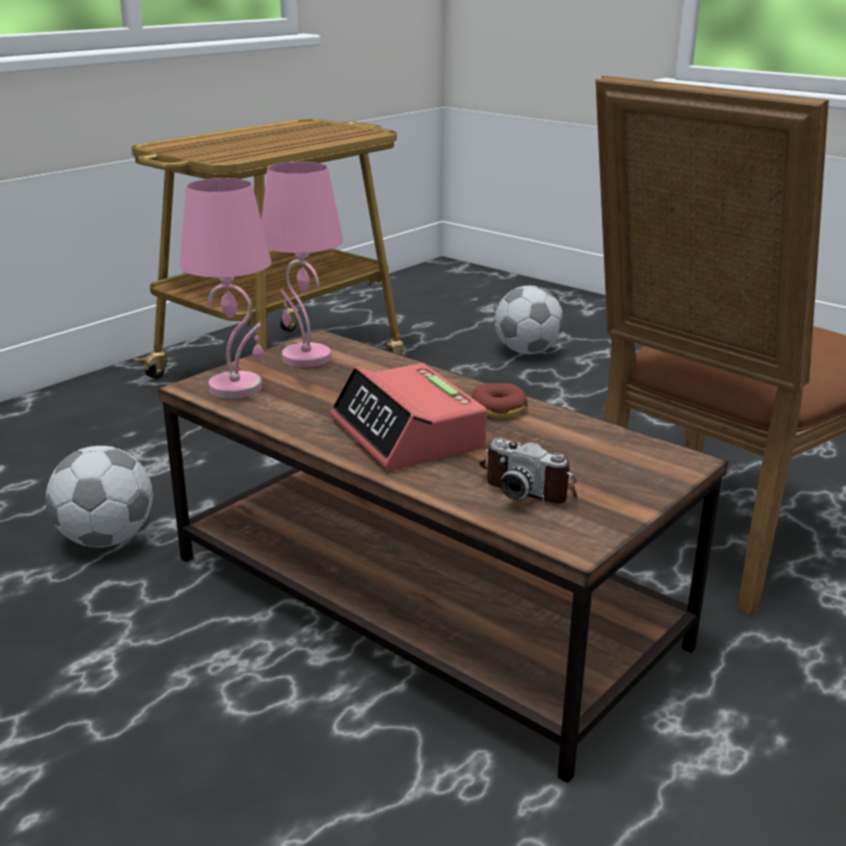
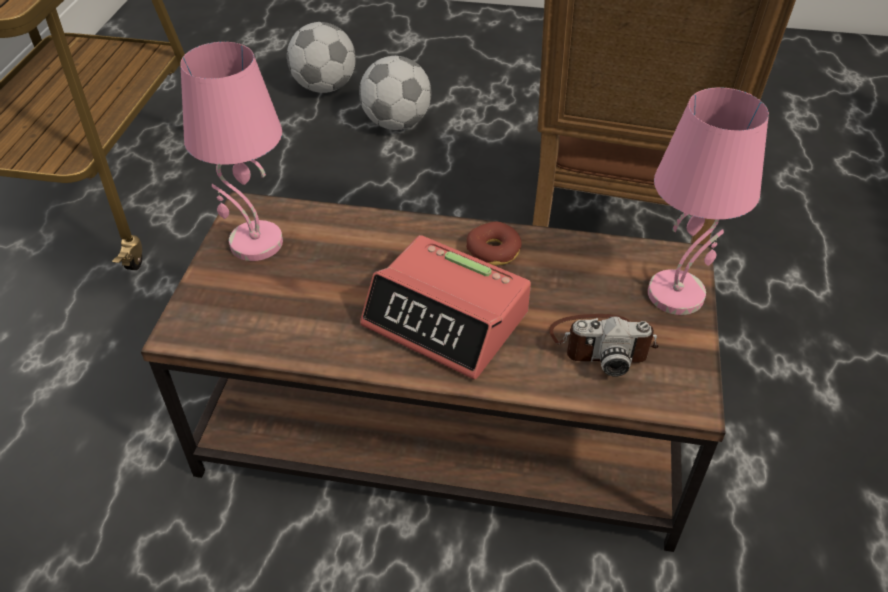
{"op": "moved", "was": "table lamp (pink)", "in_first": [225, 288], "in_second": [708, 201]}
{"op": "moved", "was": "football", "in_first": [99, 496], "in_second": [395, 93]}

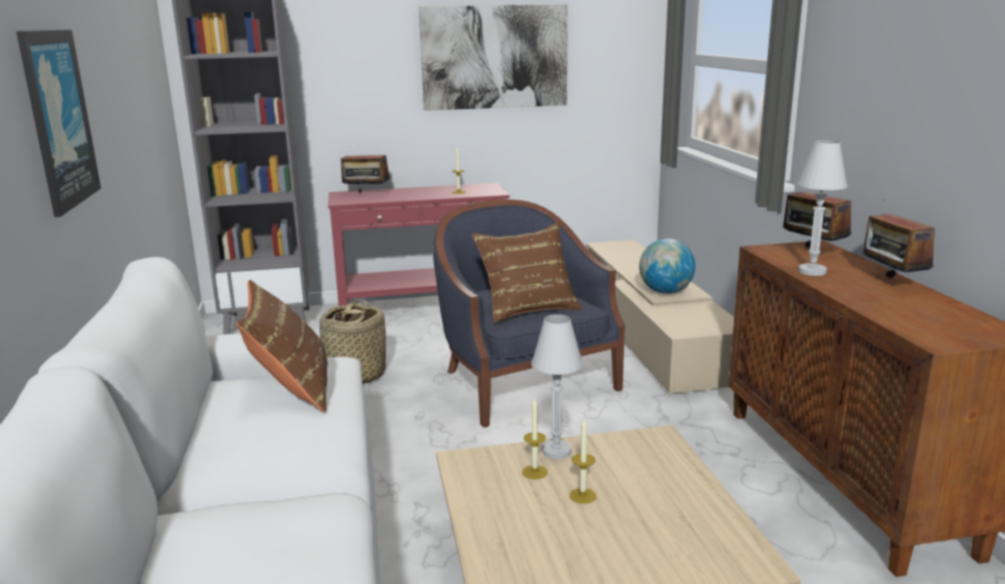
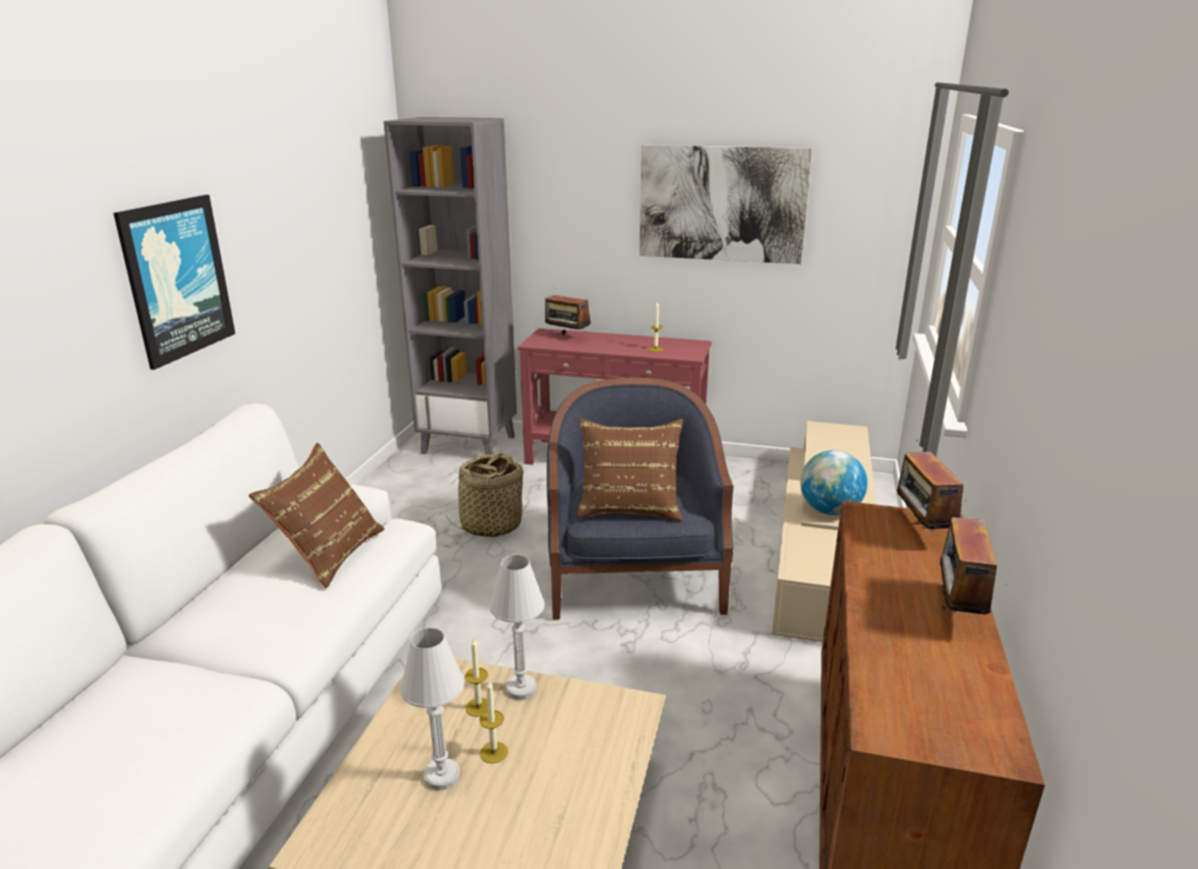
{"op": "moved", "was": "table lamp (white)", "in_first": [822, 208], "in_second": [432, 709]}

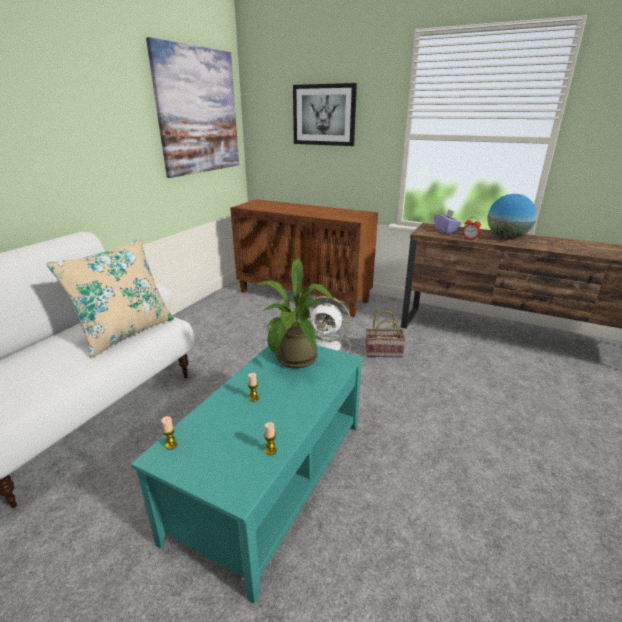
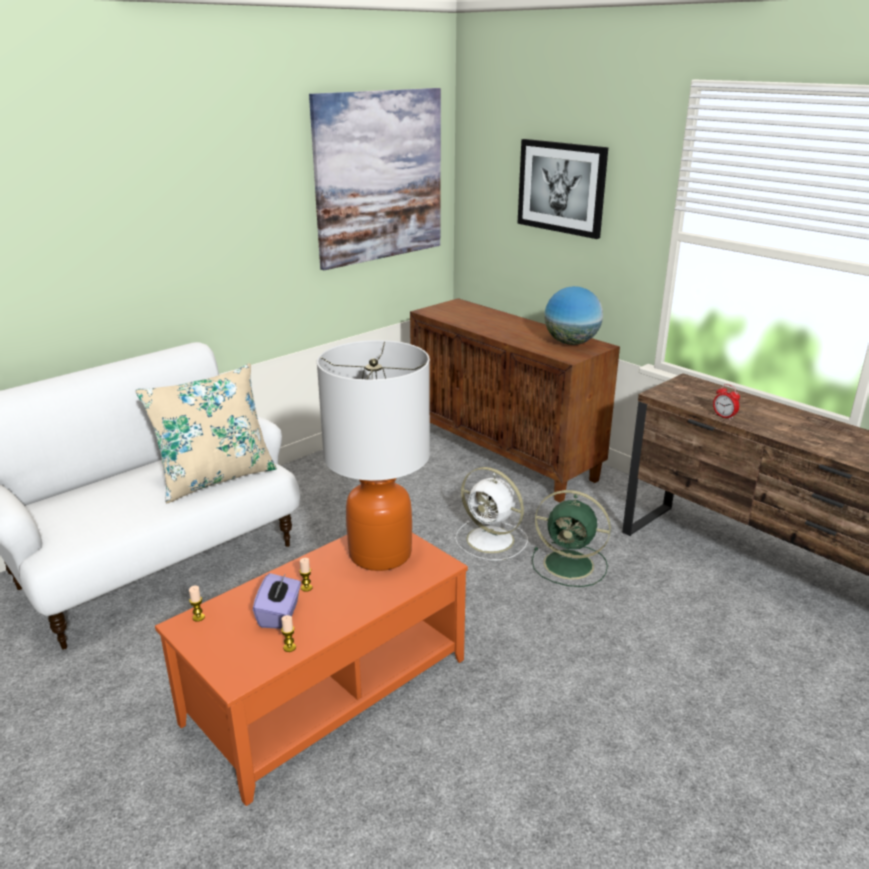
{"op": "moved", "was": "globe", "in_first": [512, 216], "in_second": [573, 315]}
{"op": "moved", "was": "tissue box (purple)", "in_first": [447, 221], "in_second": [277, 601]}
{"op": "replaced", "was": "potted plant", "now": "table lamp", "in_first": [294, 313], "in_second": [373, 455]}
{"op": "replaced", "was": "basket", "now": "fan (green)", "in_first": [385, 334], "in_second": [571, 538]}
{"op": "recoloured", "was": "coffee table (turquoise)", "now": "coffee table (orange)", "in_first": [247, 474], "in_second": [311, 669]}

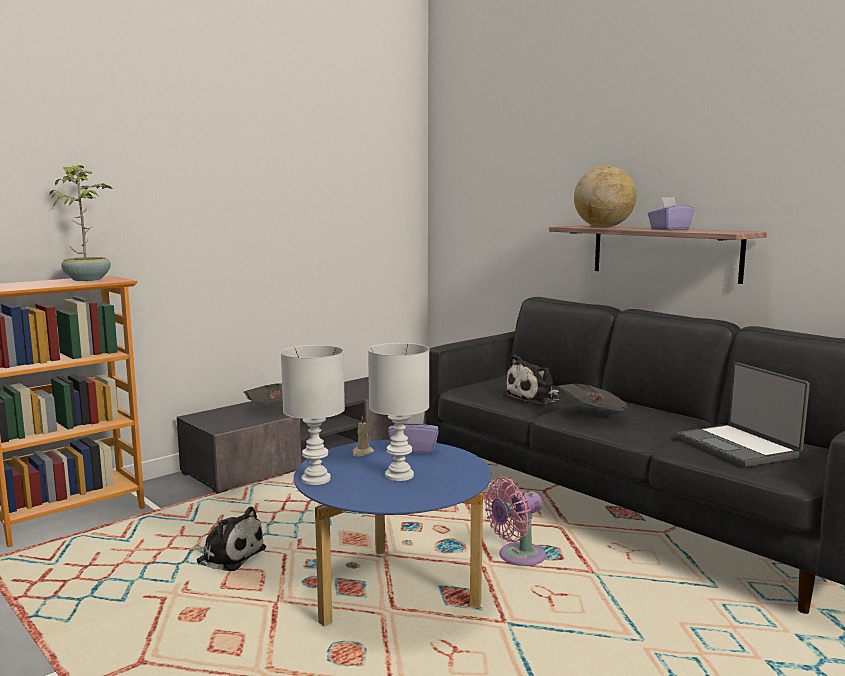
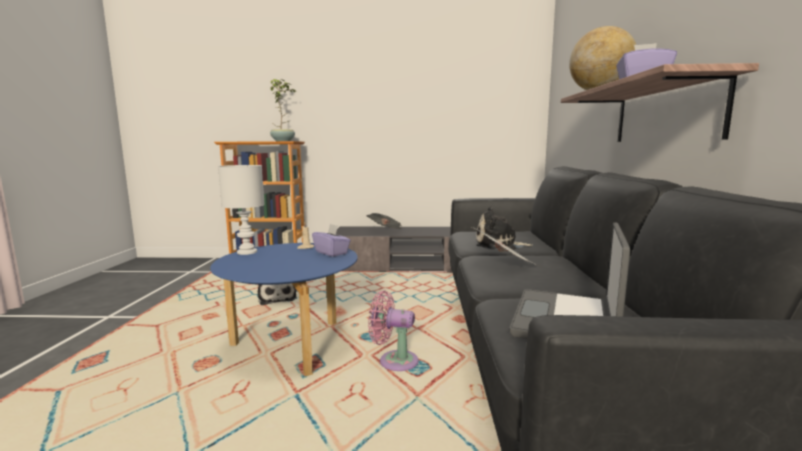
{"op": "removed", "was": "table lamp (white)", "in_first": [398, 412]}

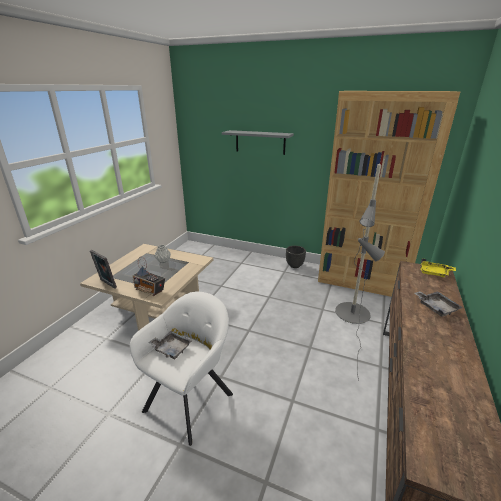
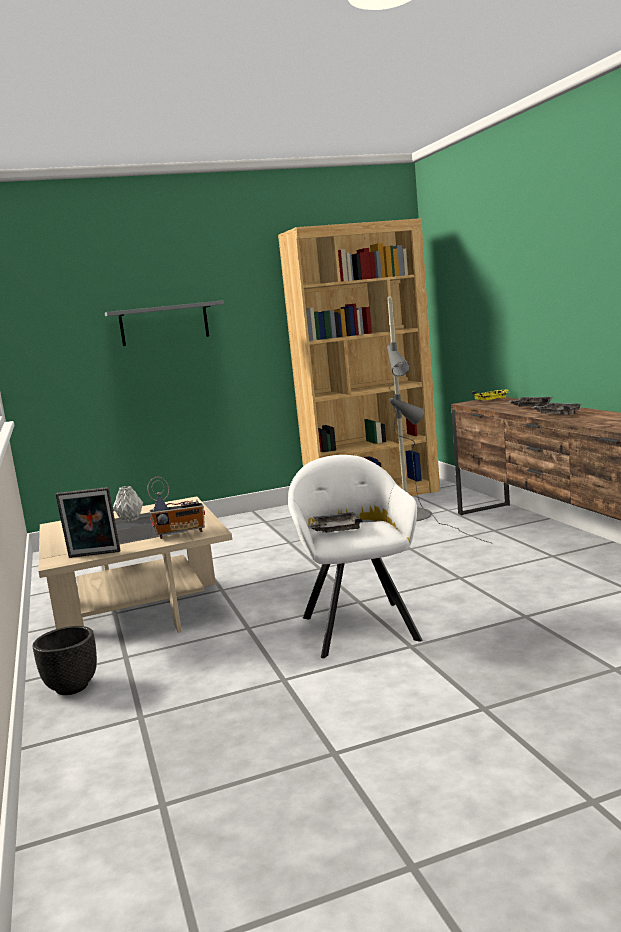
{"op": "moved", "was": "planter (black)", "in_first": [296, 257], "in_second": [65, 660]}
{"op": "added", "now": "tray (grey)", "in_second": [556, 409]}

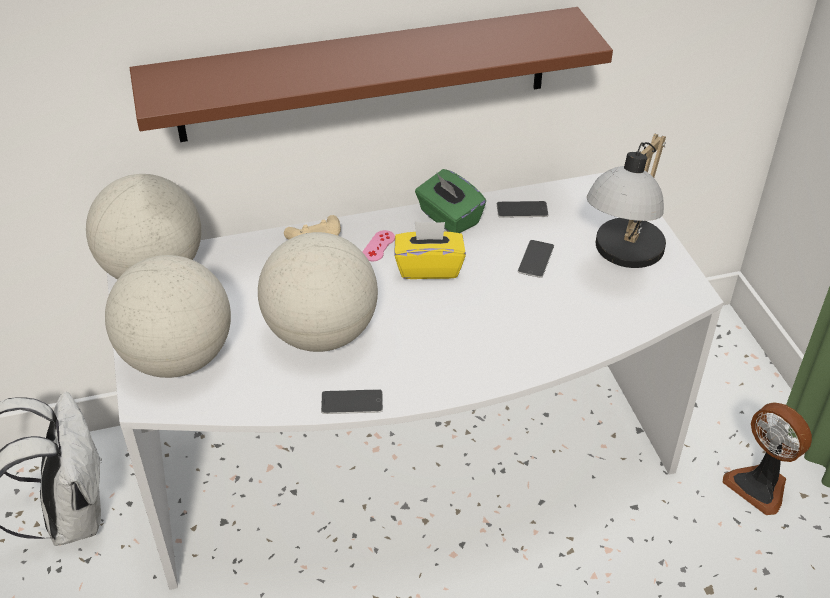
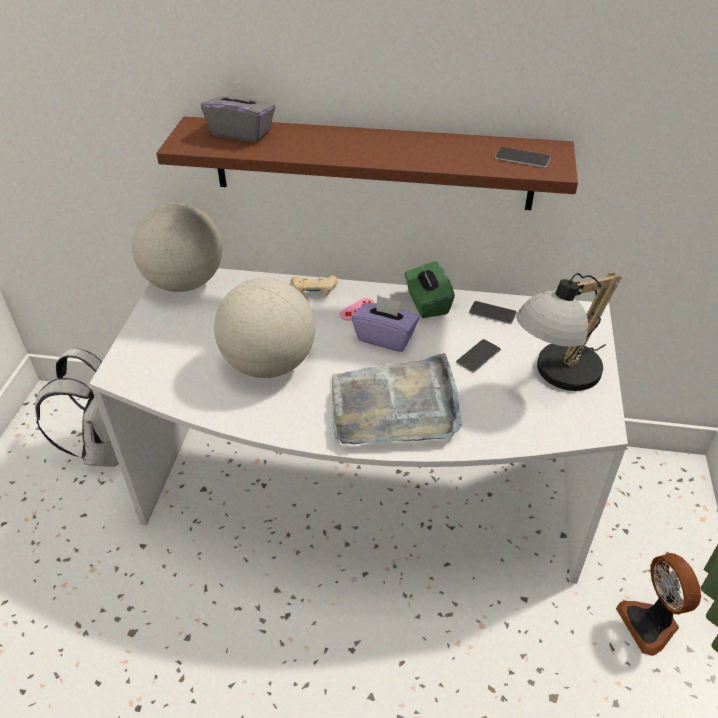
{"op": "recoloured", "was": "tissue box (yellow)", "now": "tissue box (purple)", "in_first": [430, 250], "in_second": [385, 323]}
{"op": "removed", "was": "globe", "in_first": [168, 316]}
{"op": "moved", "was": "phone", "in_first": [352, 401], "in_second": [523, 157]}
{"op": "added", "now": "tissue box (grey)", "in_second": [238, 111]}
{"op": "added", "now": "tray (grey)", "in_second": [397, 398]}

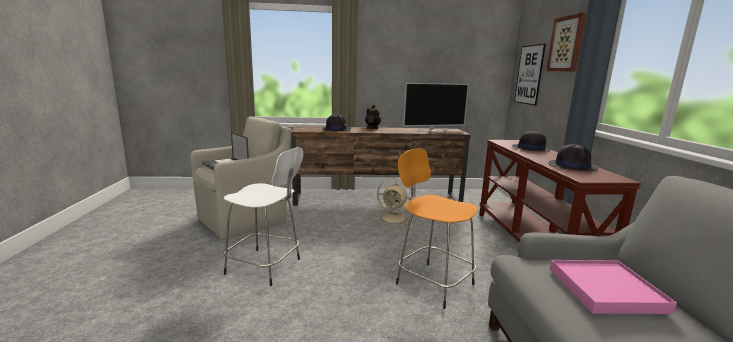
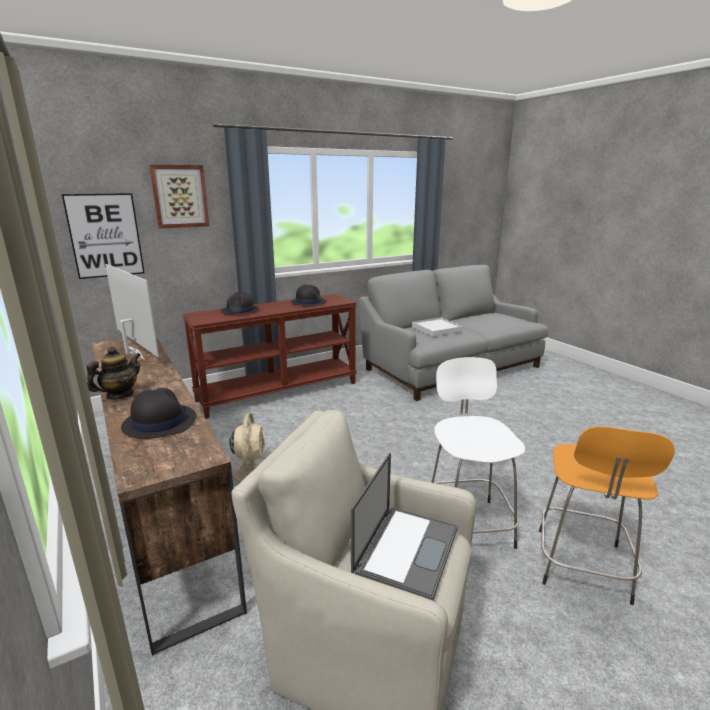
{"op": "moved", "was": "stool (orange)", "in_first": [437, 228], "in_second": [607, 515]}
{"op": "recoloured", "was": "tray (pink)", "now": "tray (white)", "in_first": [613, 287], "in_second": [437, 327]}

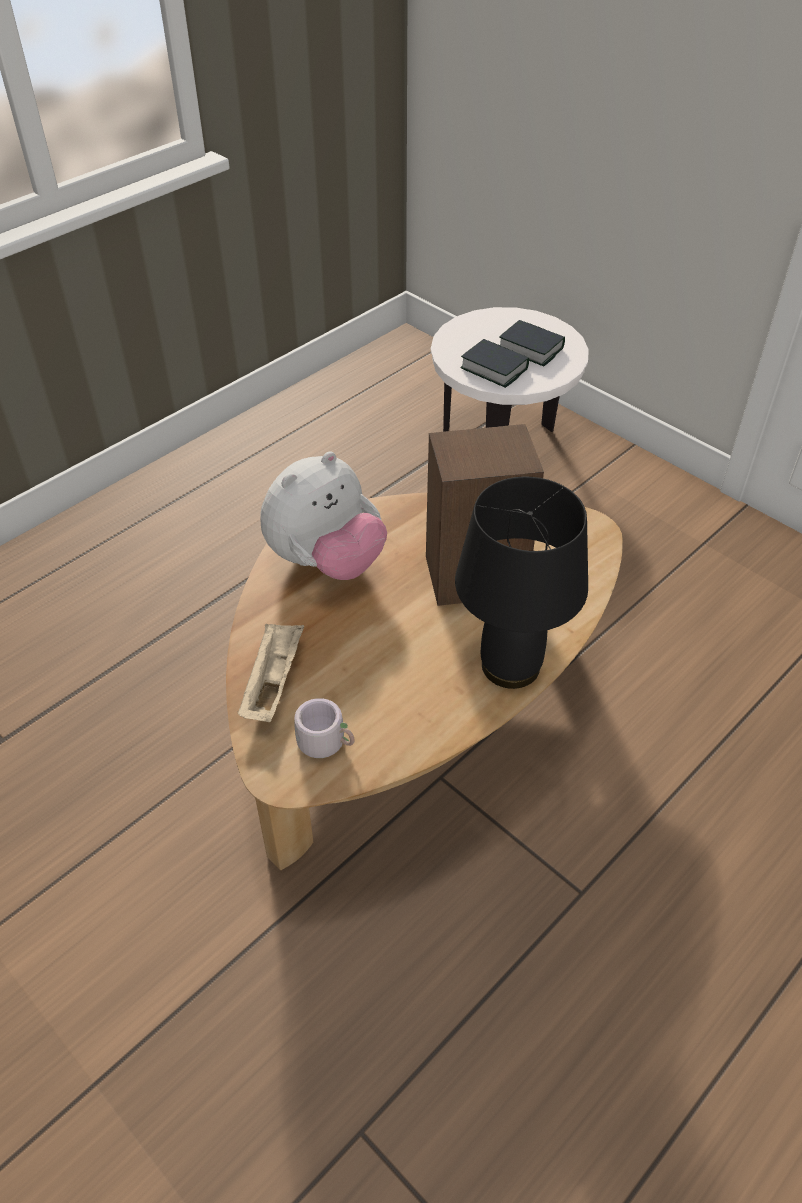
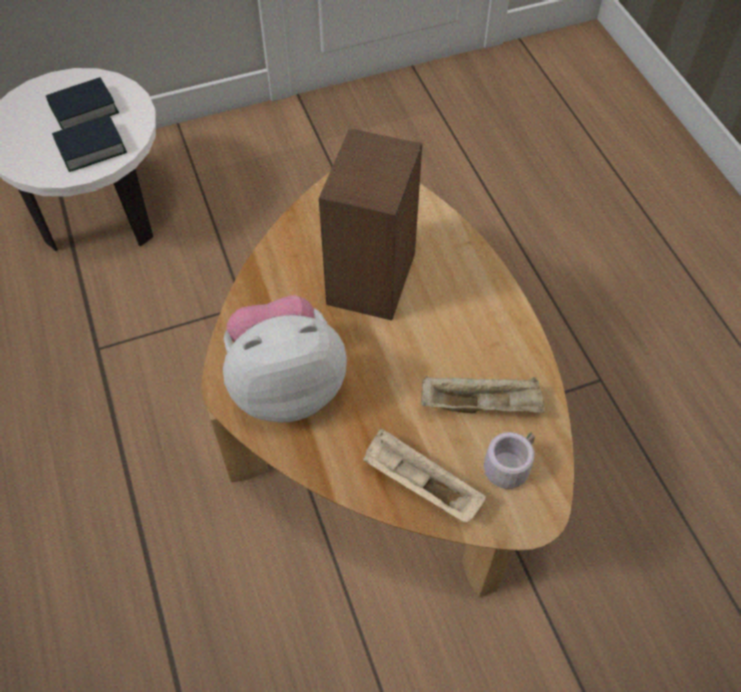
{"op": "turned", "was": "plush toy", "in_first": [323, 515], "in_second": [285, 359], "clockwise": -90}
{"op": "removed", "was": "table lamp (black)", "in_first": [521, 582]}
{"op": "added", "now": "tray (beige)", "in_second": [483, 395]}

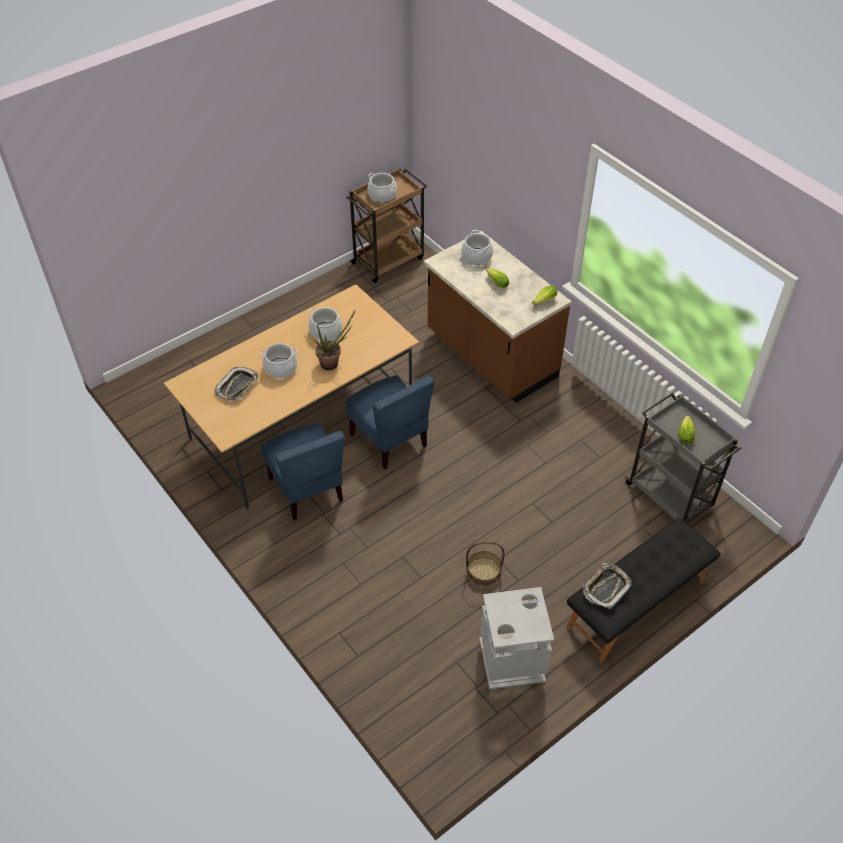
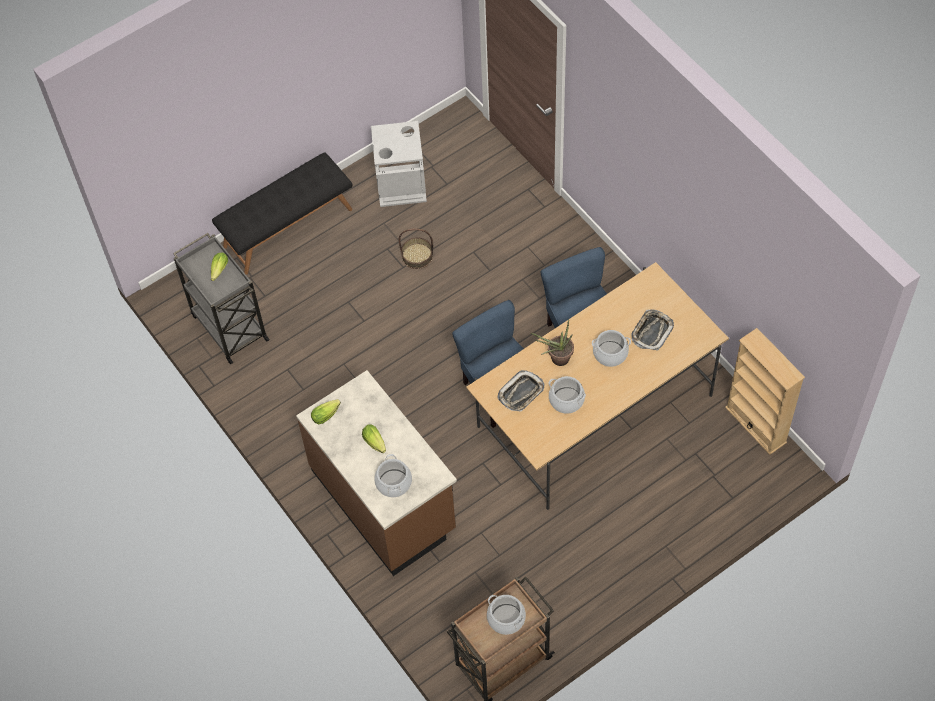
{"op": "moved", "was": "tray", "in_first": [607, 586], "in_second": [521, 391]}
{"op": "added", "now": "bookcase (beige)", "in_second": [765, 391]}

